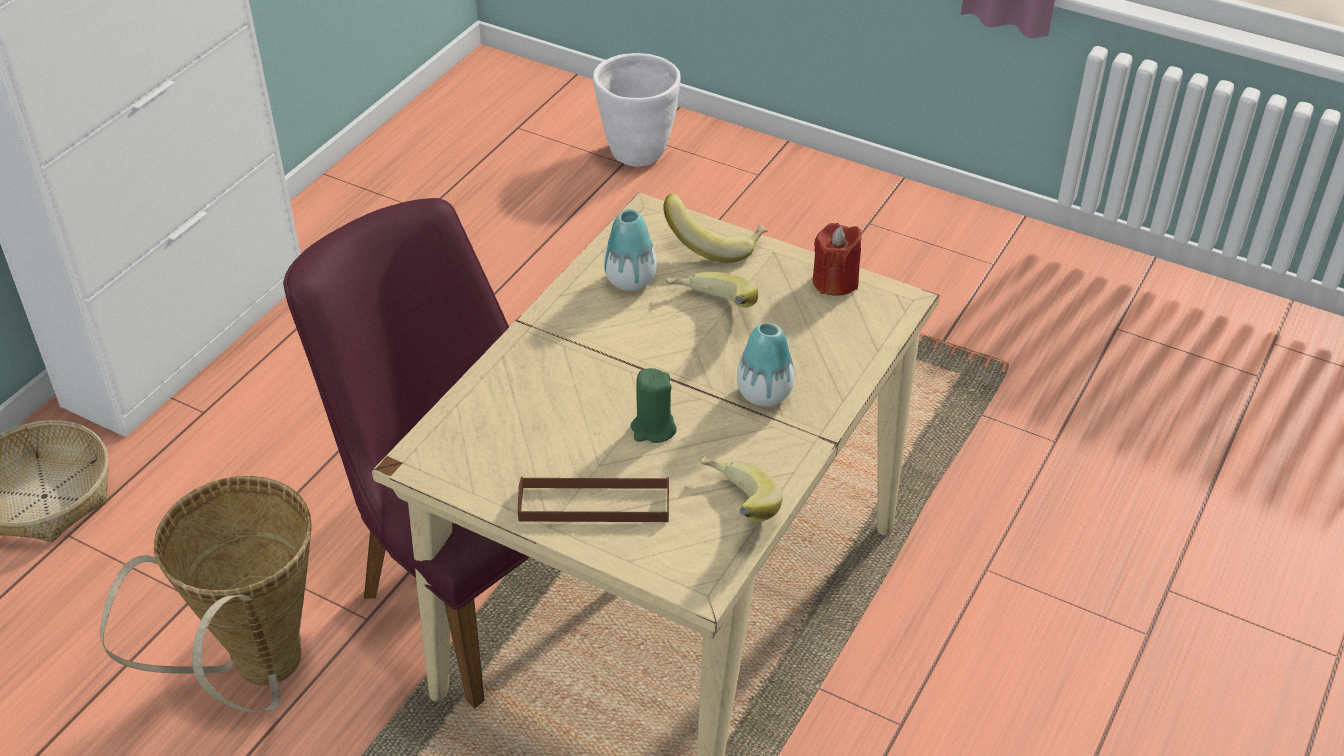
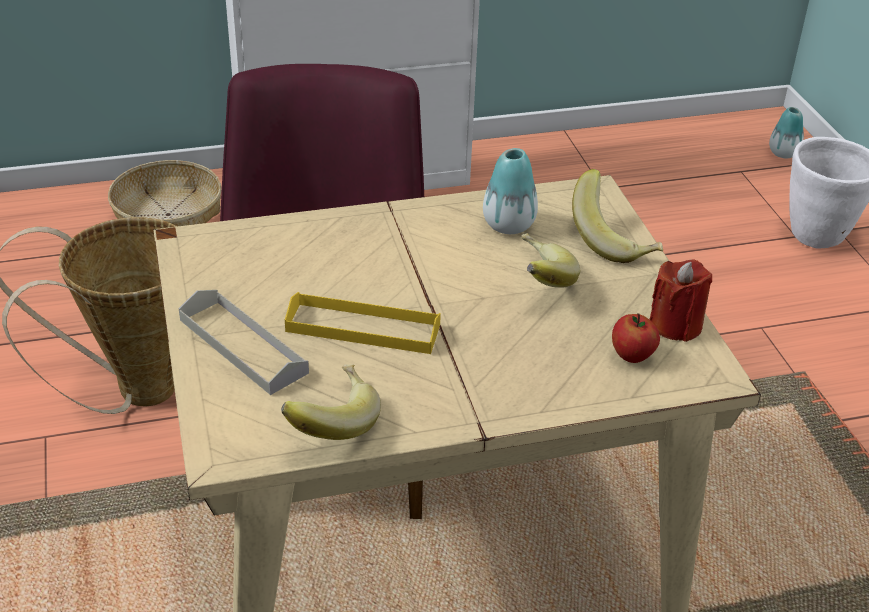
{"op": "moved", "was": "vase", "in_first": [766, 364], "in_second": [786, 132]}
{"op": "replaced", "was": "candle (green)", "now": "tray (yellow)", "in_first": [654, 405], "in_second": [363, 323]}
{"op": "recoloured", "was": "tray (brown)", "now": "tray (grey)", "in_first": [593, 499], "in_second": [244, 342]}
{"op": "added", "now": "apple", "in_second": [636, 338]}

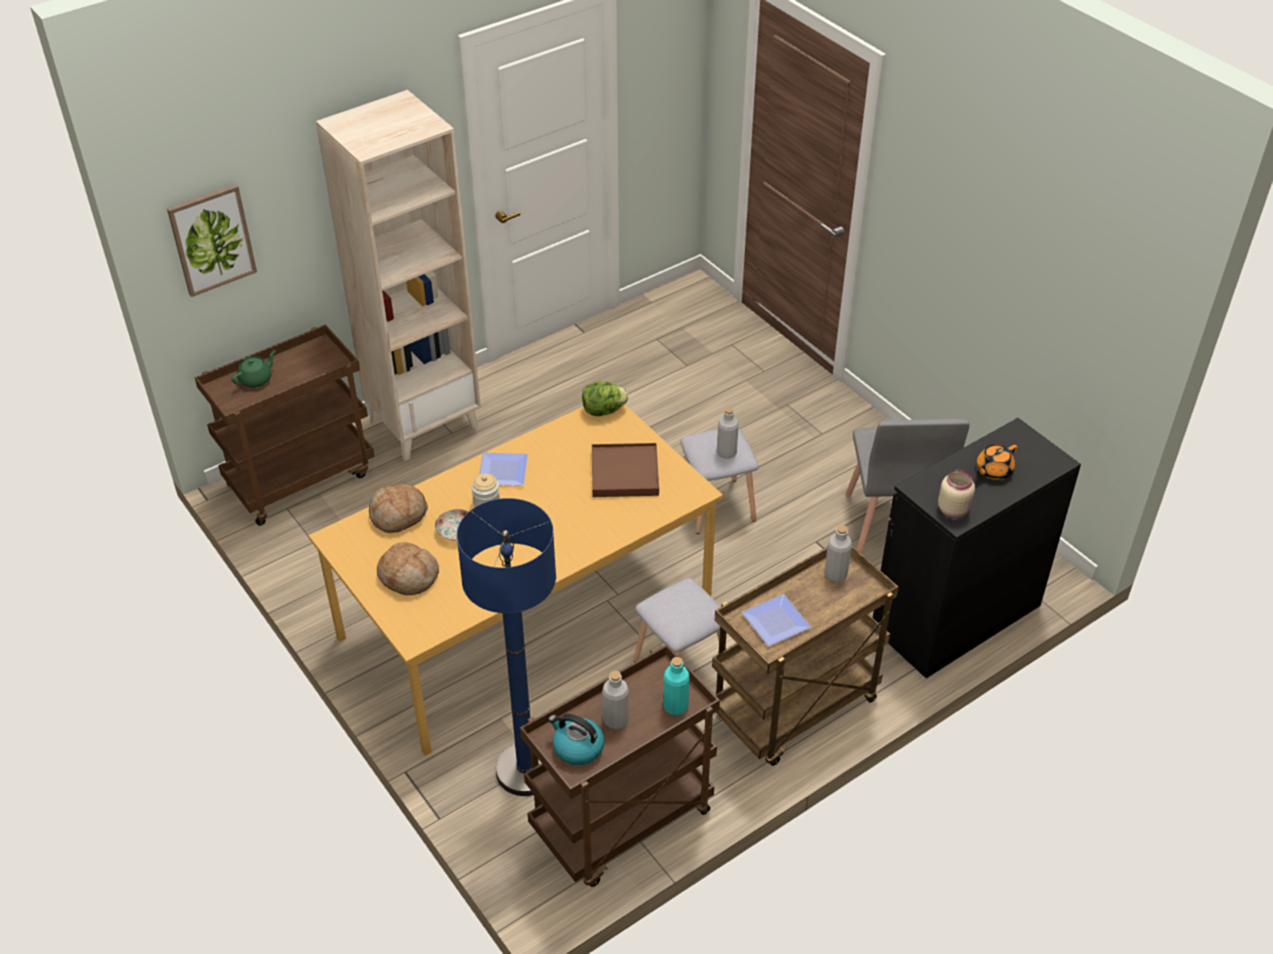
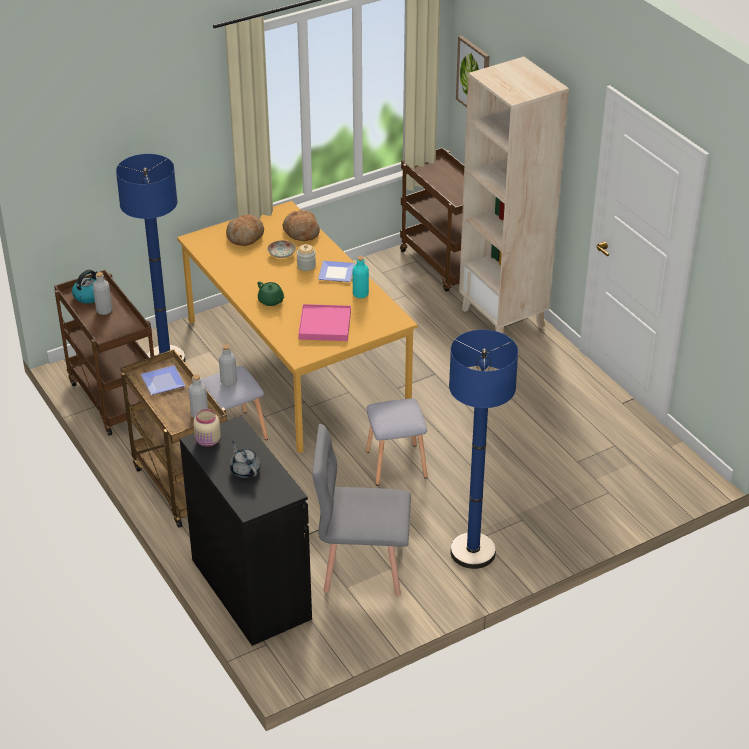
{"op": "moved", "was": "teapot (green)", "in_first": [254, 369], "in_second": [271, 293]}
{"op": "removed", "was": "lettuce", "in_first": [605, 398]}
{"op": "moved", "was": "bottle (grey)", "in_first": [728, 433], "in_second": [228, 366]}
{"op": "recoloured", "was": "tray (brown)", "now": "tray (pink)", "in_first": [625, 470], "in_second": [324, 322]}
{"op": "recoloured", "was": "teapot (orange)", "now": "teapot (grey)", "in_first": [996, 462], "in_second": [245, 459]}
{"op": "moved", "was": "bottle (turquoise)", "in_first": [676, 686], "in_second": [360, 277]}
{"op": "added", "now": "floor lamp (blue)", "in_second": [483, 449]}

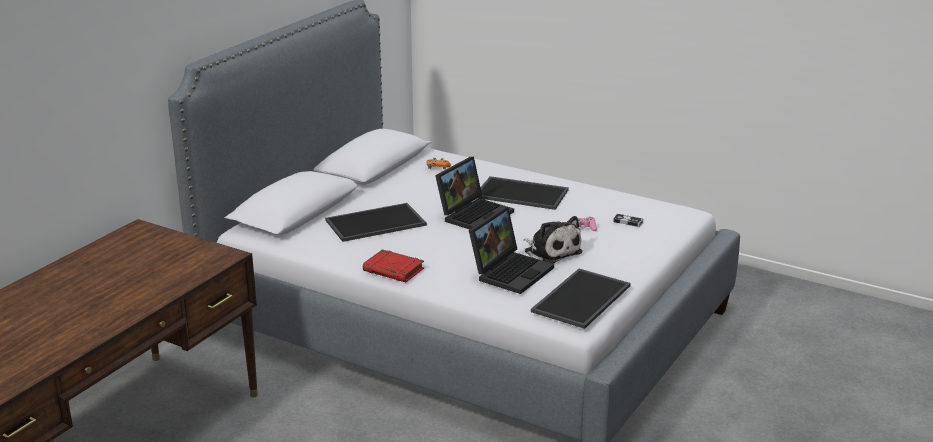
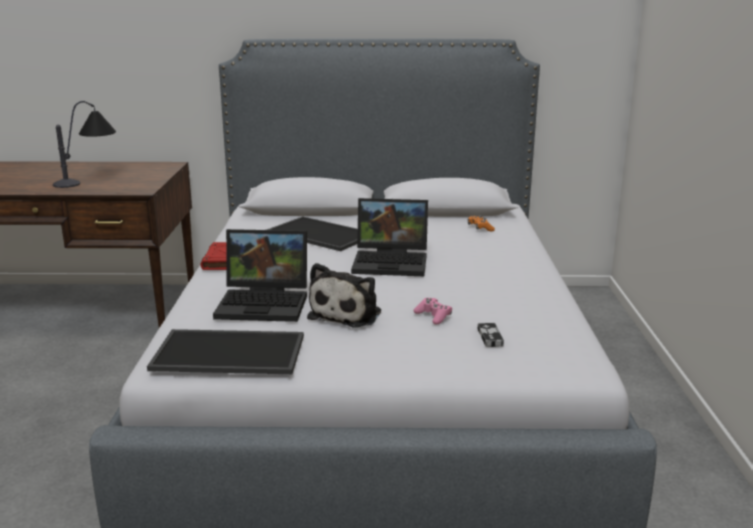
{"op": "removed", "was": "tray", "in_first": [524, 193]}
{"op": "added", "now": "table lamp", "in_second": [84, 144]}

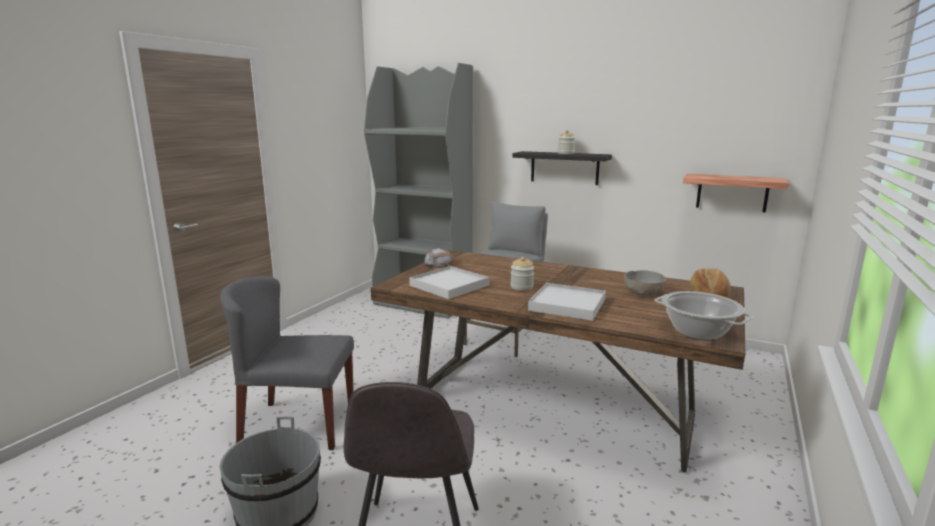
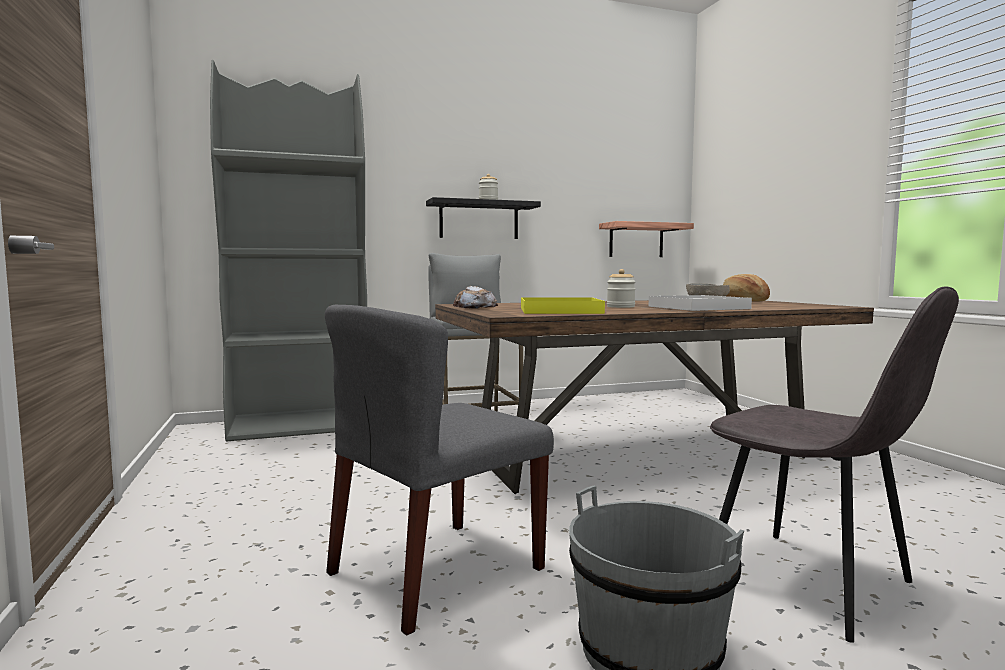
{"op": "recoloured", "was": "tray (white)", "now": "tray (yellow)", "in_first": [449, 282], "in_second": [563, 305]}
{"op": "removed", "was": "cooking pot", "in_first": [703, 315]}

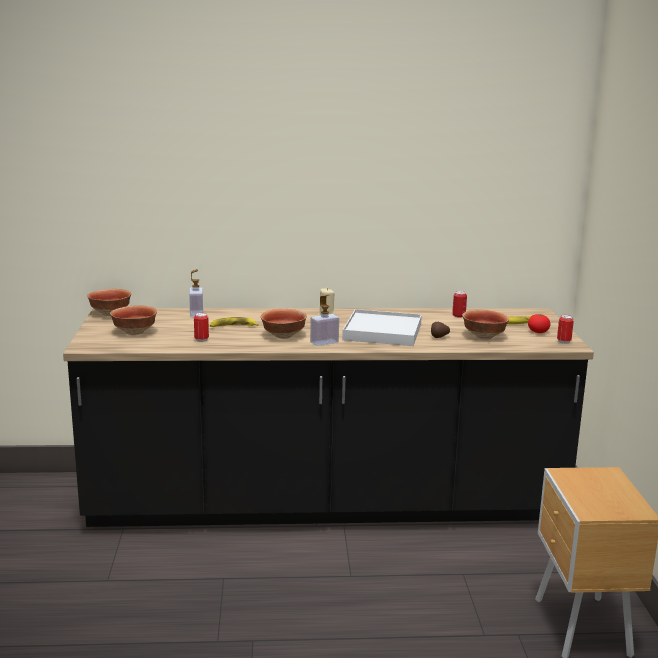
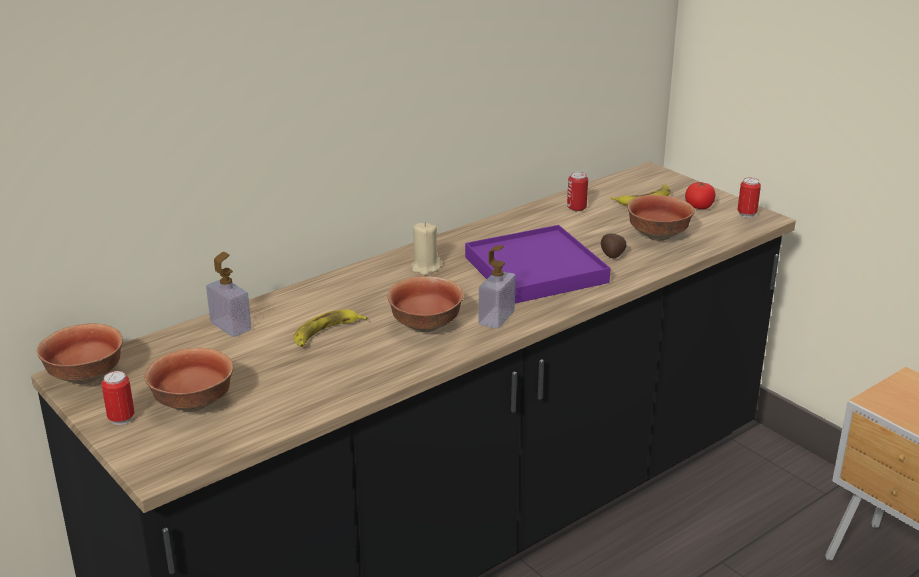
{"op": "recoloured", "was": "tray (white)", "now": "tray (purple)", "in_first": [382, 327], "in_second": [538, 264]}
{"op": "moved", "was": "can", "in_first": [201, 327], "in_second": [118, 398]}

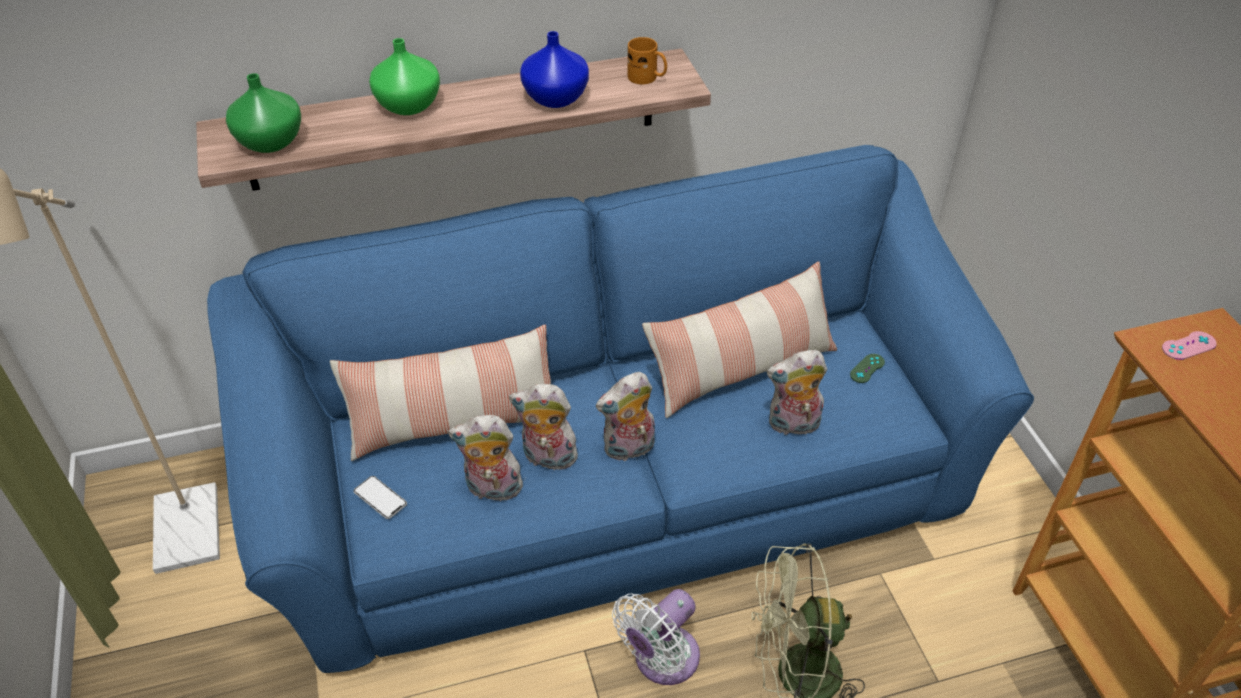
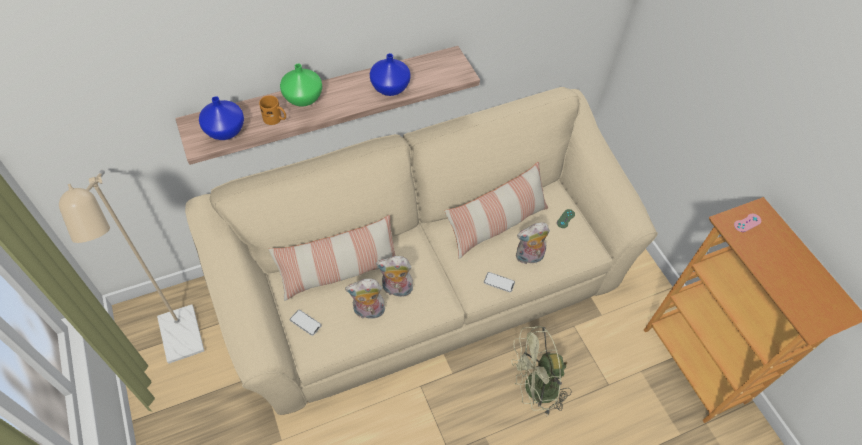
{"op": "moved", "was": "mug (orange)", "in_first": [647, 60], "in_second": [272, 110]}
{"op": "recoloured", "was": "vase (green)", "now": "vase (blue)", "in_first": [263, 113], "in_second": [221, 118]}
{"op": "recoloured", "was": "sofa (blue)", "now": "sofa (beige)", "in_first": [620, 409], "in_second": [421, 251]}
{"op": "removed", "was": "plush toy", "in_first": [625, 416]}
{"op": "removed", "was": "fan (white)", "in_first": [656, 637]}
{"op": "added", "now": "phone", "in_second": [499, 282]}

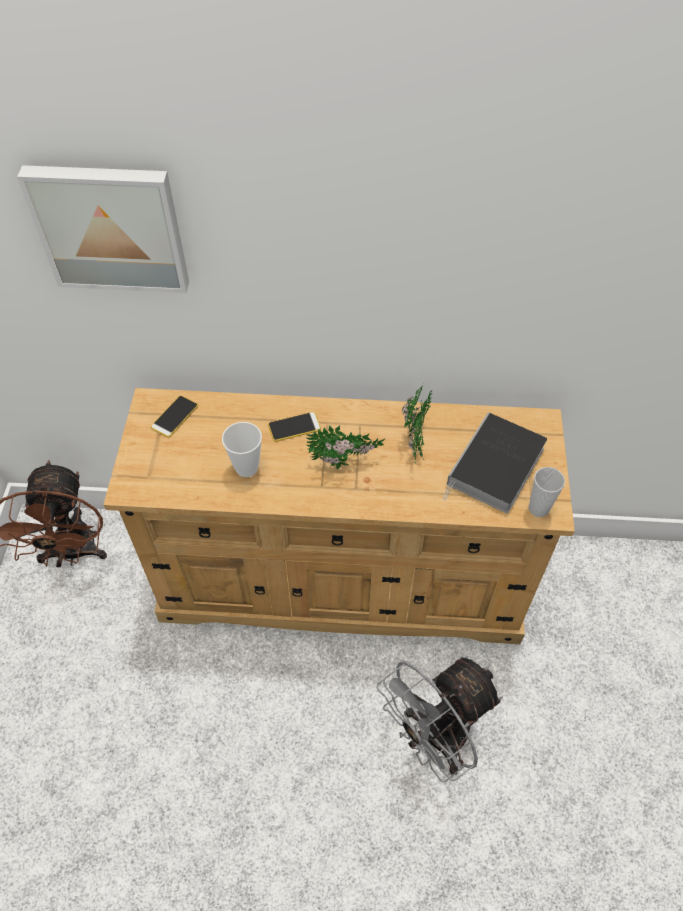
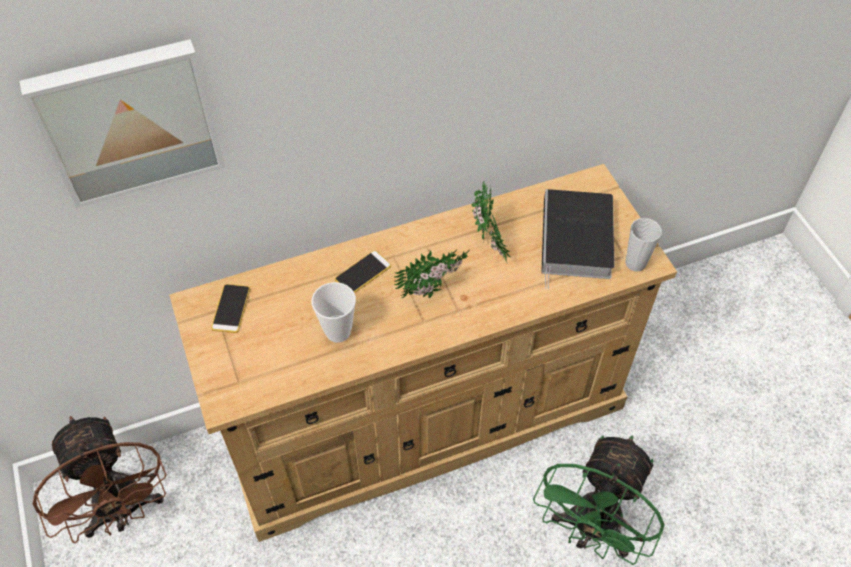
{"op": "recoloured", "was": "fan (grey)", "now": "fan (green)", "in_first": [439, 719], "in_second": [599, 500]}

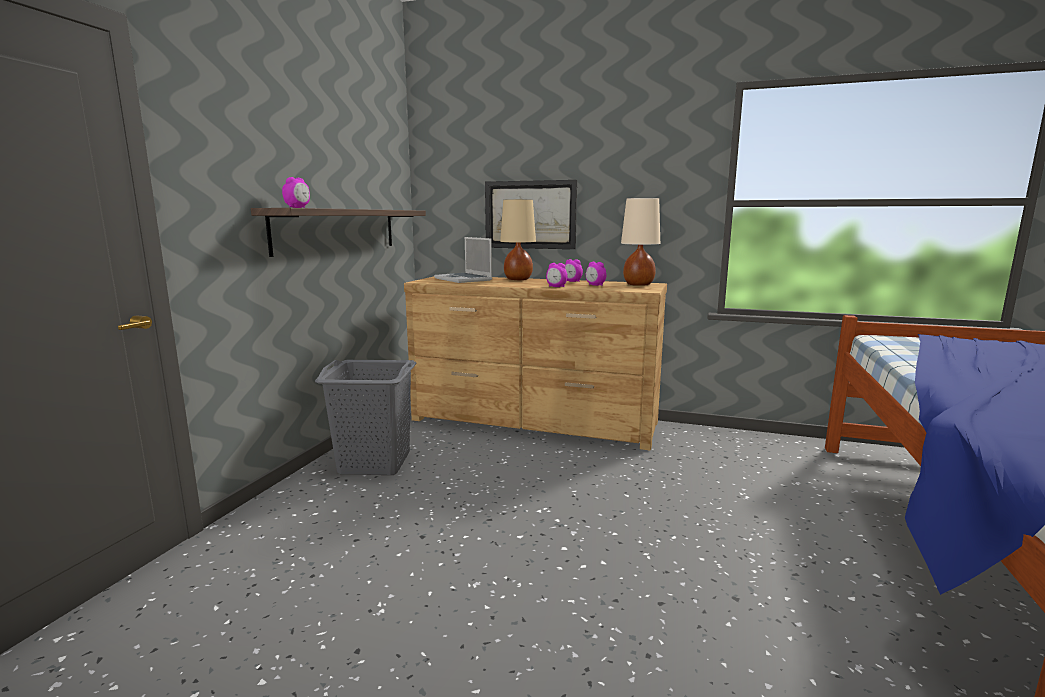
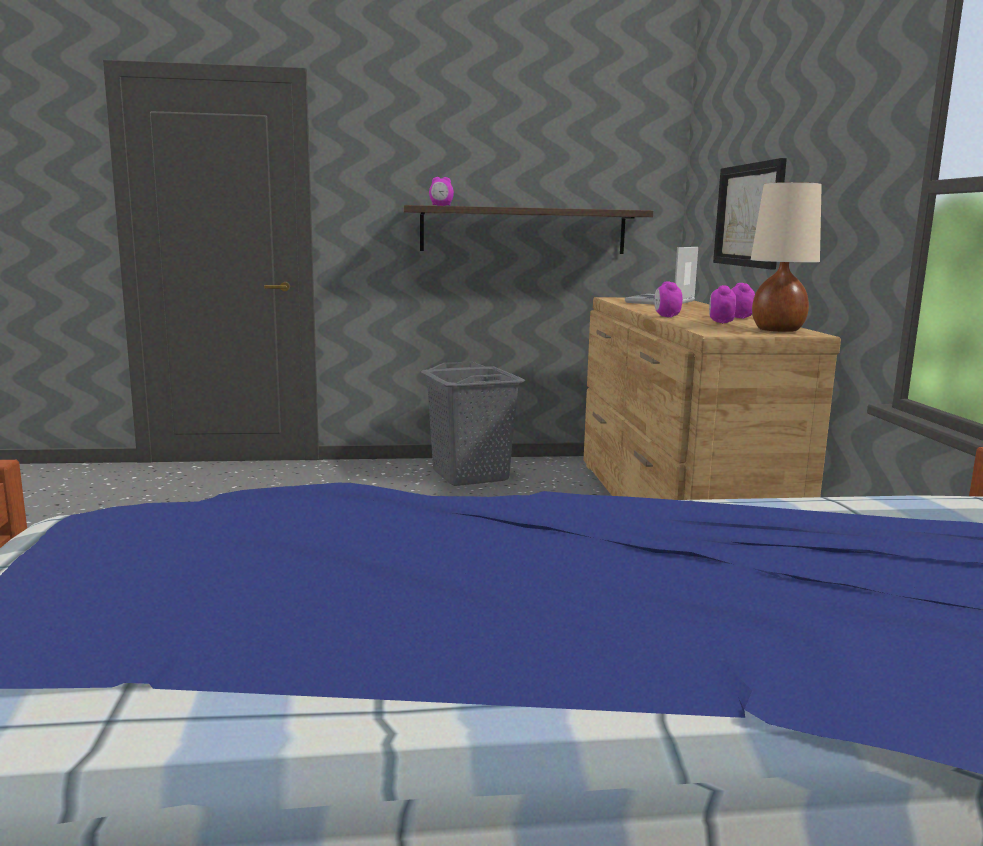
{"op": "removed", "was": "table lamp (beige)", "in_first": [518, 239]}

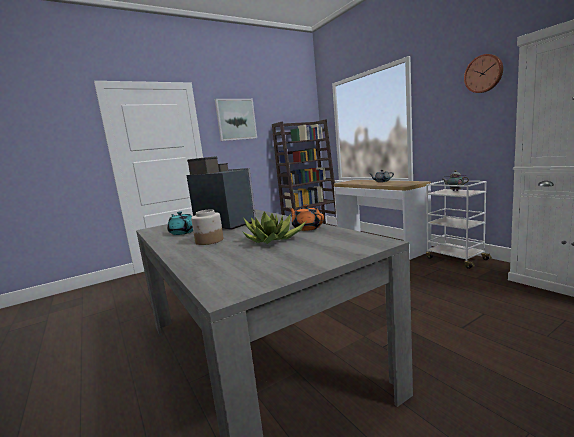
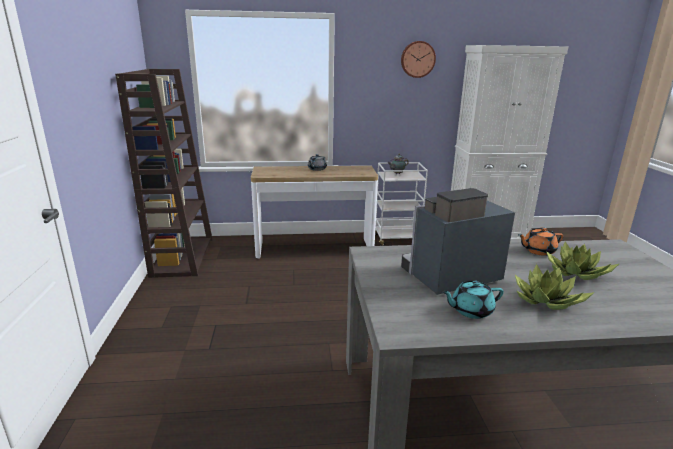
{"op": "removed", "was": "picture", "in_first": [236, 120]}
{"op": "replaced", "was": "jar", "now": "potted plant", "in_first": [207, 227], "in_second": [555, 287]}

